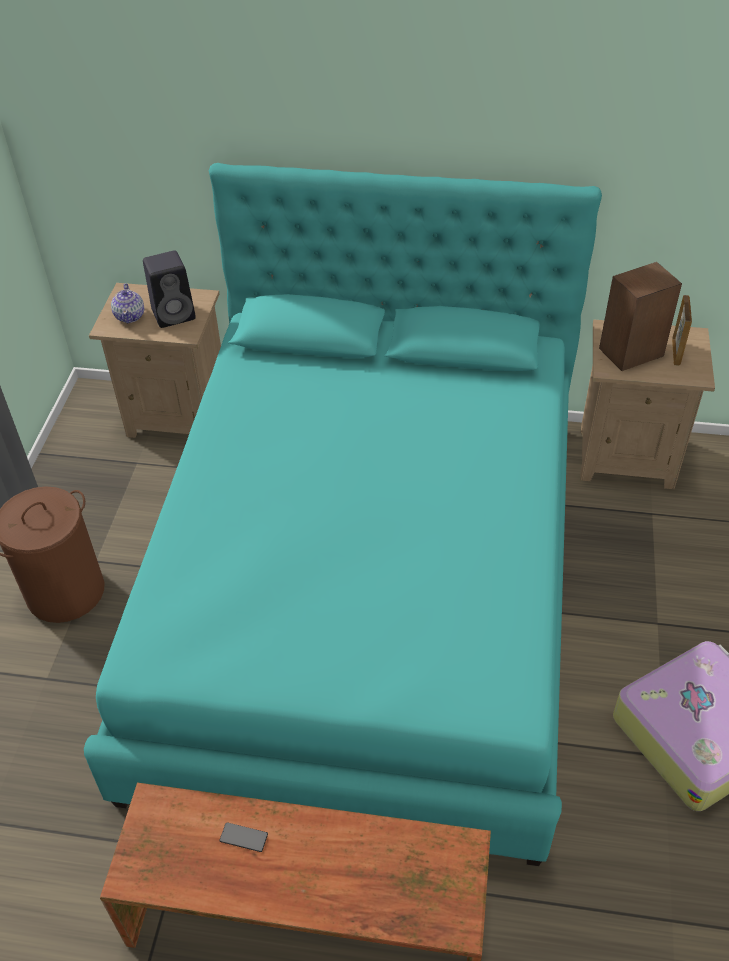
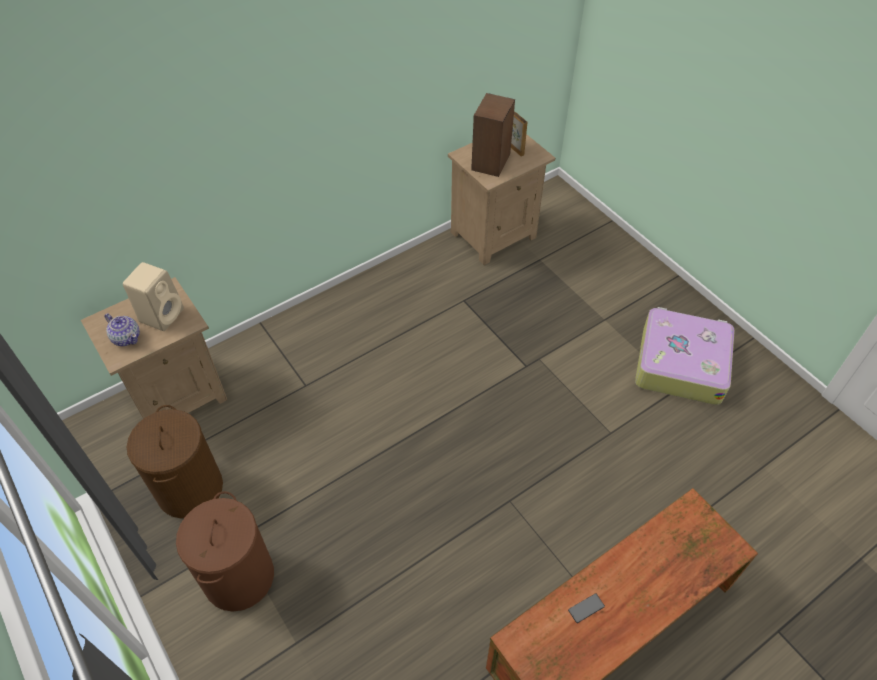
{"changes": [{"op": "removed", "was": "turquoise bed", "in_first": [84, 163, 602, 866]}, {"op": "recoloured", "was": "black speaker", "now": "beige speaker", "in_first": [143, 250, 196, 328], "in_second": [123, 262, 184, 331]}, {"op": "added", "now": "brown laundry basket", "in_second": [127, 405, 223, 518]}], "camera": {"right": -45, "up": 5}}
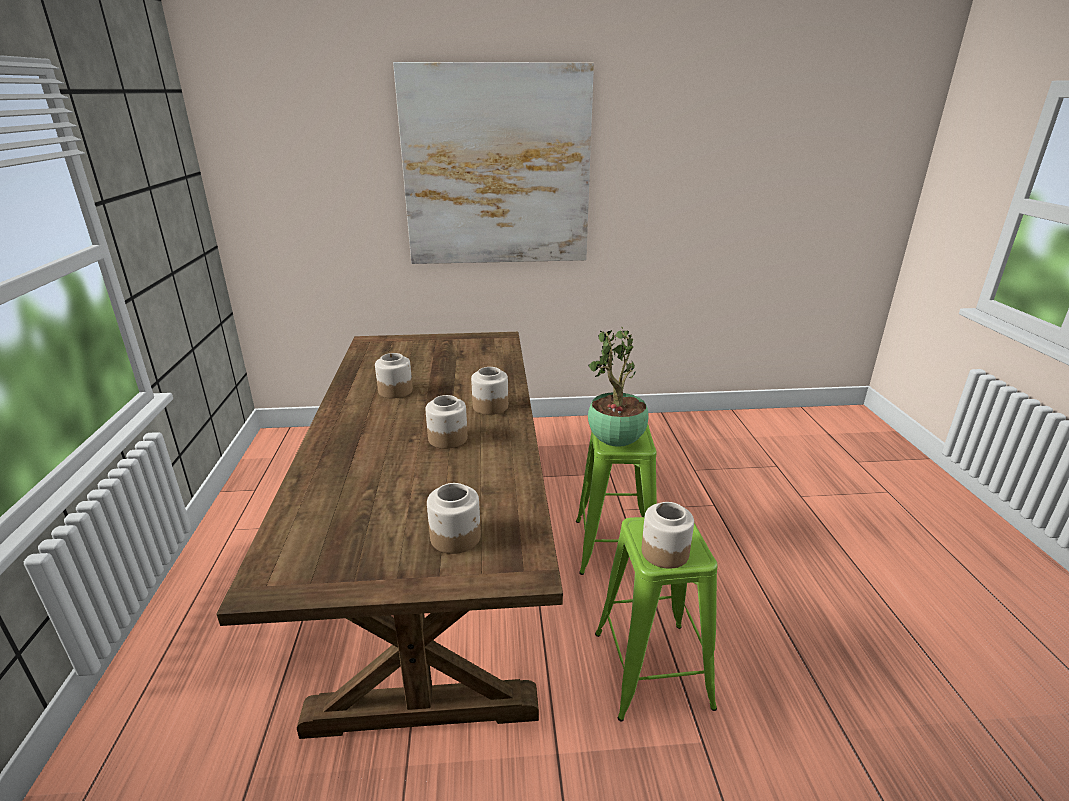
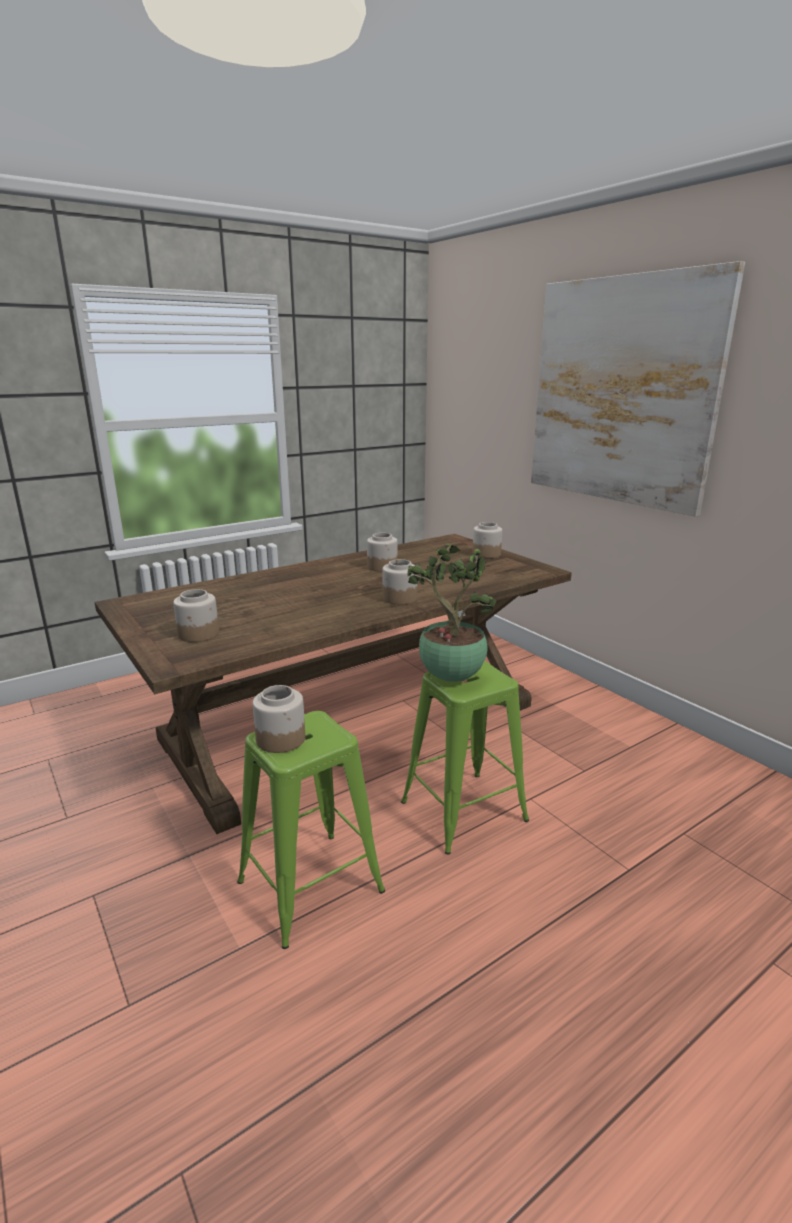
{"changes": [{"op": "moved", "was": "jar", "in_first": [426, 395, 468, 449], "in_second": [472, 522, 502, 558]}], "camera": {"right": 60, "up": -5}}
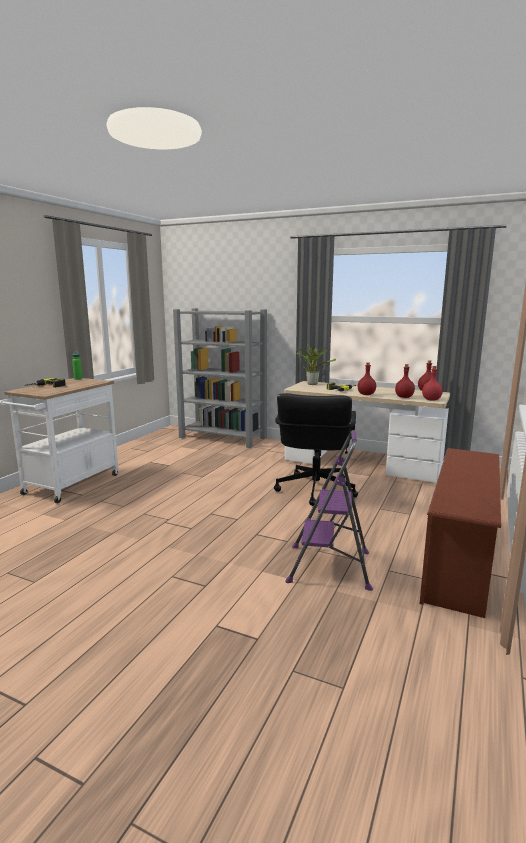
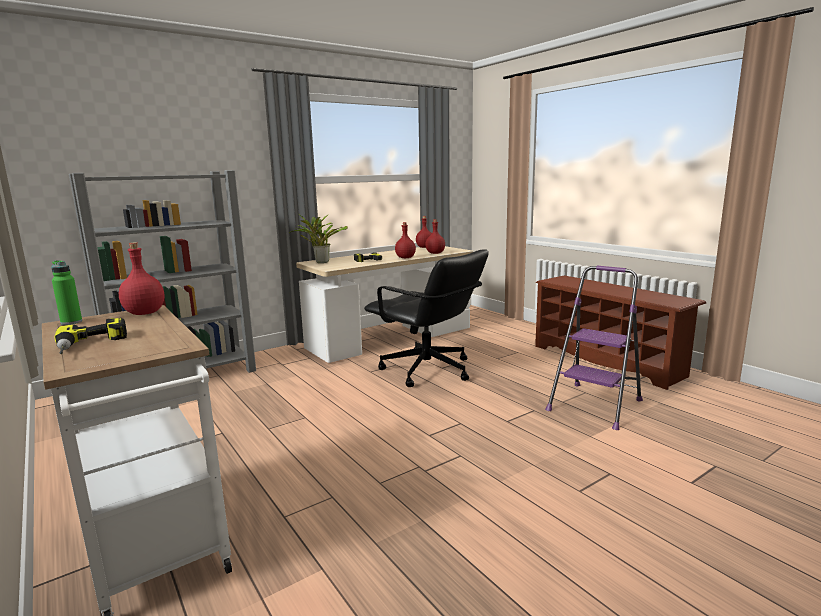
{"changes": [{"op": "moved", "was": "red bottle", "in_first": [422, 366, 443, 401], "in_second": [119, 242, 164, 315]}], "camera": {"right": -60, "up": 0}}
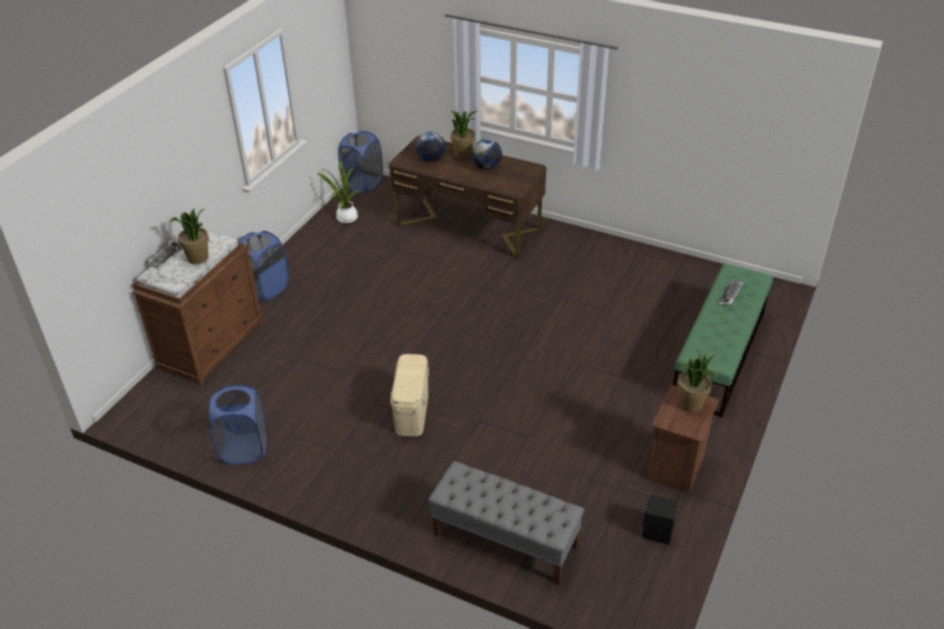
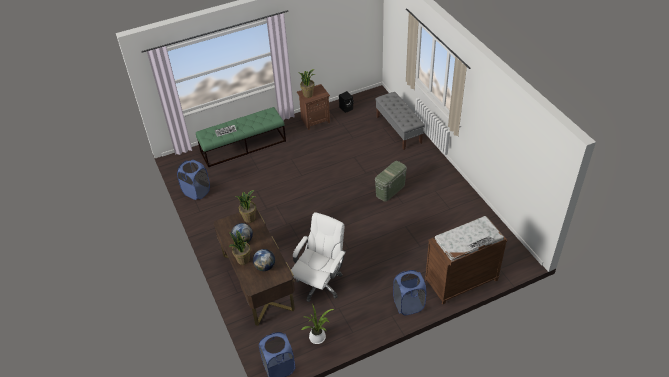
{"changes": [{"op": "moved", "was": "potted plant", "in_first": [170, 208, 209, 264], "in_second": [235, 190, 256, 223]}, {"op": "recoloured", "was": "beige storage box", "now": "green storage box", "in_first": [390, 354, 429, 436], "in_second": [375, 161, 407, 202]}, {"op": "moved", "was": "blue laundry basket", "in_first": [209, 384, 267, 465], "in_second": [177, 160, 210, 200]}, {"op": "added", "now": "white office chair", "in_second": [291, 212, 346, 302]}], "camera": {"right": -140, "up": 5}}
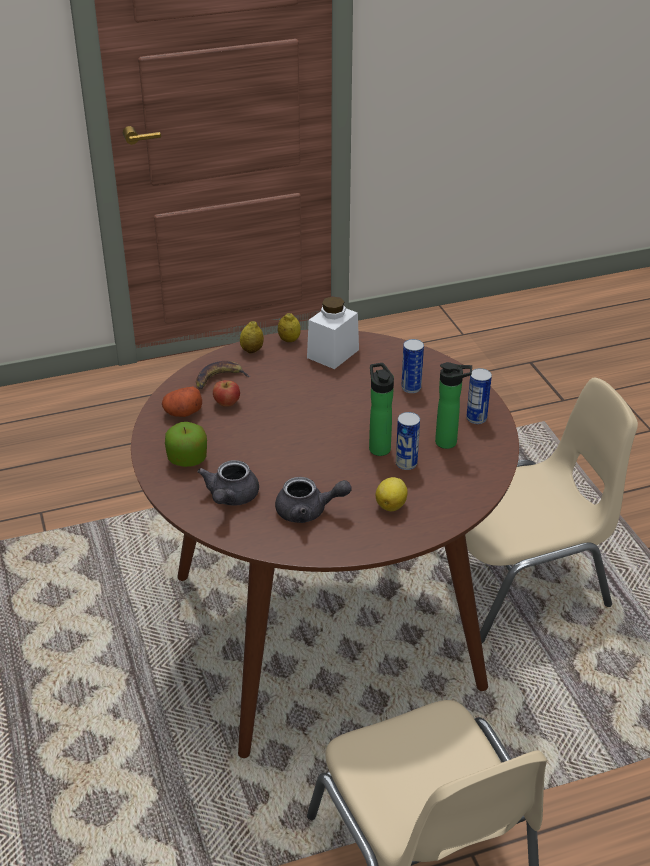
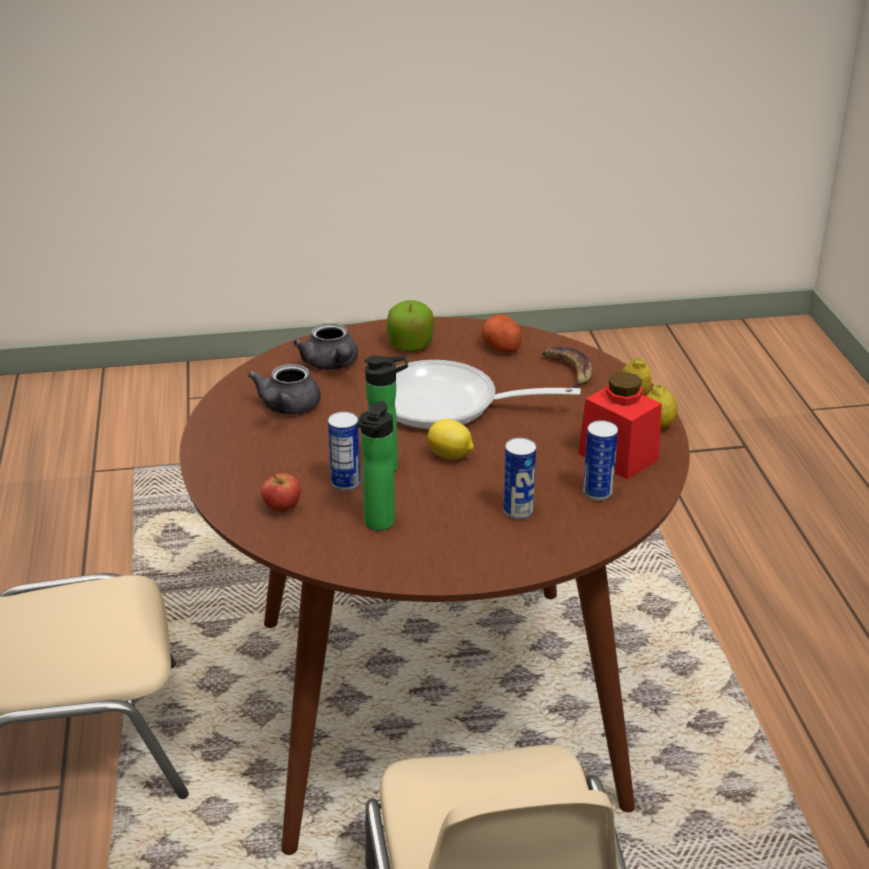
{"changes": [{"op": "recoloured", "was": "white jar", "now": "red jar", "in_first": [307, 296, 359, 369], "in_second": [578, 372, 662, 479]}, {"op": "moved", "was": "can", "in_first": [466, 368, 492, 424], "in_second": [583, 420, 618, 501]}, {"op": "moved", "was": "apple", "in_first": [213, 380, 240, 407], "in_second": [261, 473, 301, 513]}, {"op": "turned", "was": "grey teapot", "in_first": [197, 460, 259, 506], "in_second": [293, 323, 358, 370], "clockwise": -135}, {"op": "moved", "was": "lemon", "in_first": [375, 477, 408, 511], "in_second": [427, 419, 474, 460]}, {"op": "added", "now": "frying pan", "in_second": [395, 360, 581, 429]}], "camera": {"right": 100, "up": -5}}
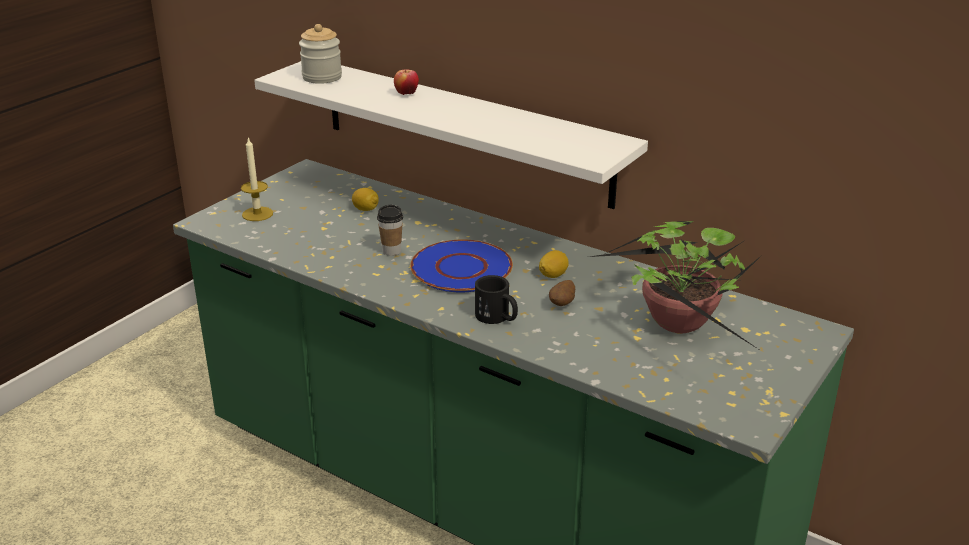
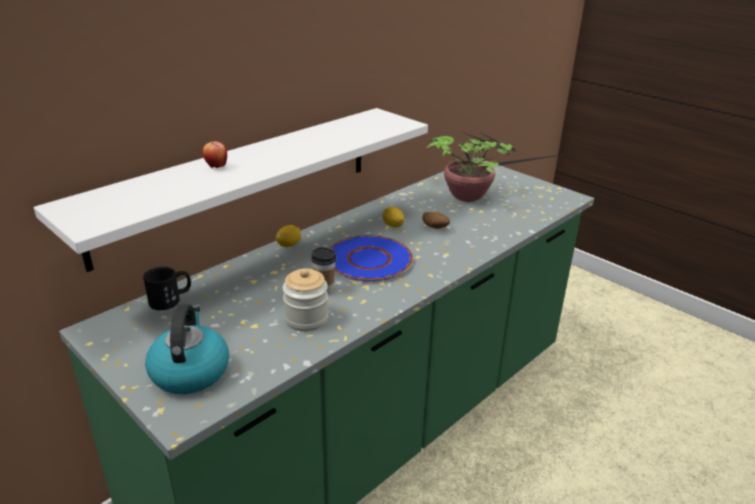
{"changes": [{"op": "moved", "was": "jar", "in_first": [299, 24, 342, 84], "in_second": [282, 268, 328, 332]}, {"op": "replaced", "was": "candle", "now": "kettle", "in_first": [241, 138, 273, 221], "in_second": [145, 304, 229, 394]}, {"op": "moved", "was": "lemon", "in_first": [352, 188, 379, 211], "in_second": [276, 225, 301, 247]}, {"op": "moved", "was": "black mug", "in_first": [475, 275, 518, 324], "in_second": [143, 267, 191, 310]}], "camera": {"right": -80, "up": 0}}
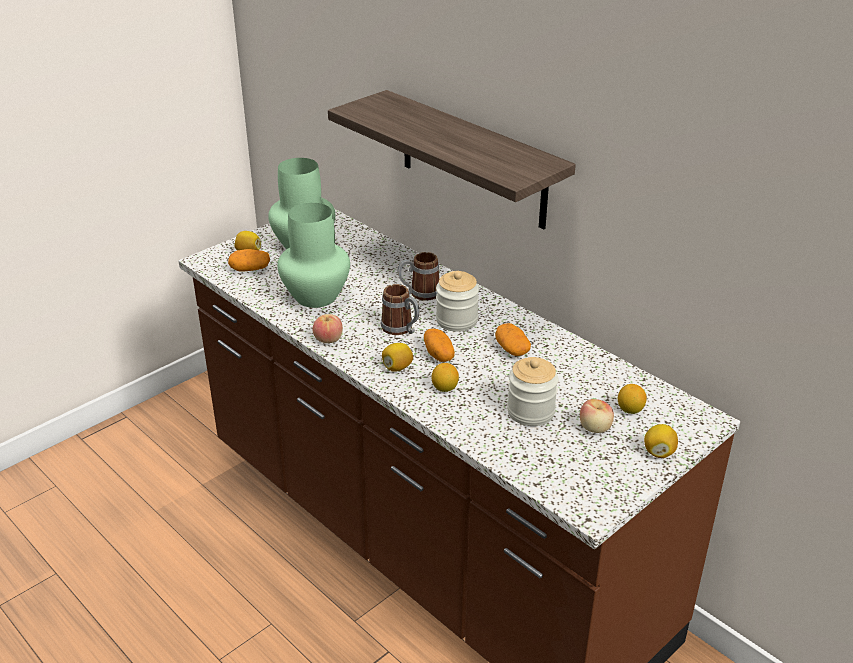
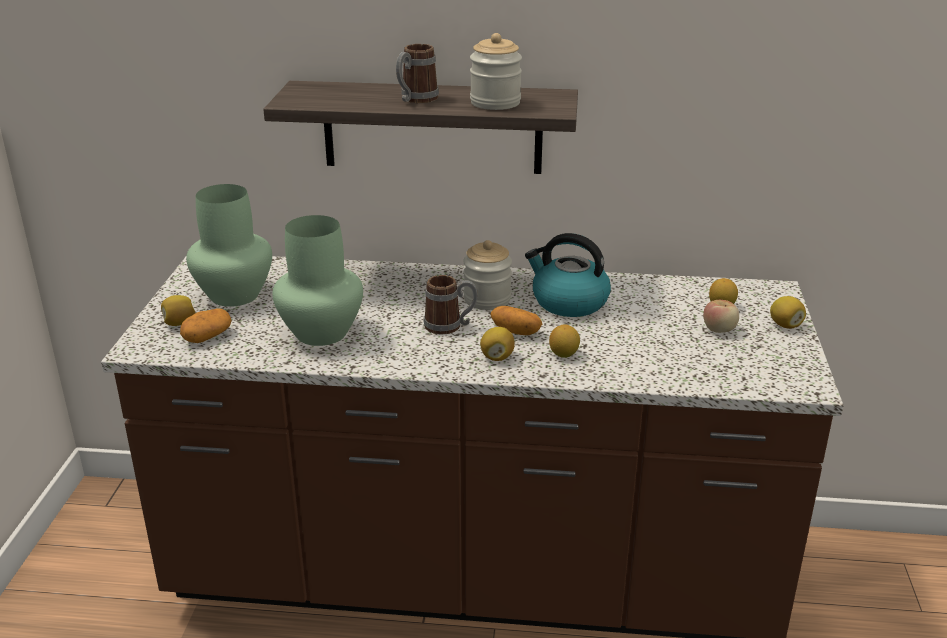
{"changes": [{"op": "moved", "was": "mug", "in_first": [397, 252, 439, 301], "in_second": [396, 44, 439, 103]}, {"op": "removed", "was": "apple", "in_first": [313, 314, 343, 343]}, {"op": "replaced", "was": "potato", "now": "kettle", "in_first": [495, 323, 531, 356], "in_second": [525, 233, 611, 317]}, {"op": "moved", "was": "jar", "in_first": [507, 357, 558, 426], "in_second": [470, 33, 522, 110]}], "camera": {"right": -40, "up": -5}}
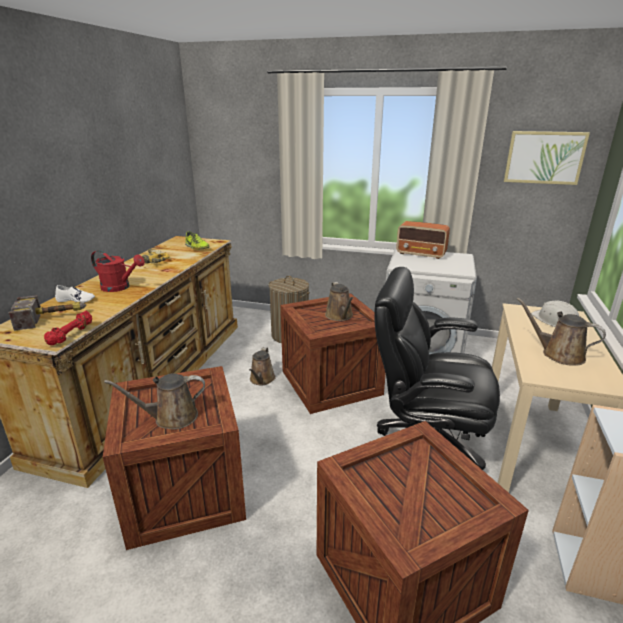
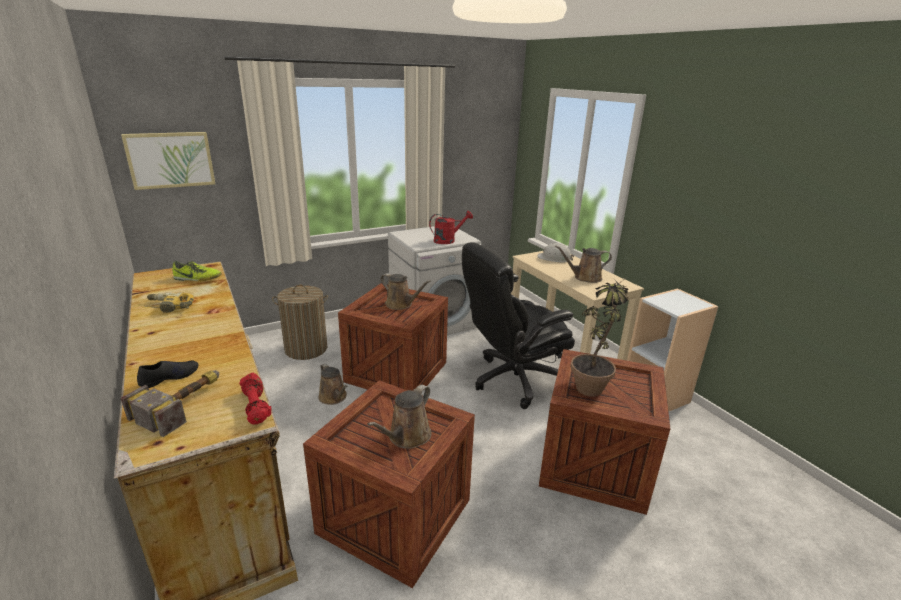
{"changes": [{"op": "moved", "was": "picture", "in_first": [504, 131, 590, 185], "in_second": [121, 132, 215, 190]}, {"op": "removed", "was": "radio", "in_first": [396, 221, 450, 259]}, {"op": "moved", "was": "red watering can", "in_first": [91, 250, 145, 292], "in_second": [429, 211, 473, 244]}, {"op": "recoloured", "was": "white shoe", "now": "black shoe", "in_first": [55, 285, 95, 303], "in_second": [137, 360, 199, 388]}, {"op": "added", "now": "potted plant", "in_second": [570, 276, 629, 397]}], "camera": {"right": -45, "up": 0}}
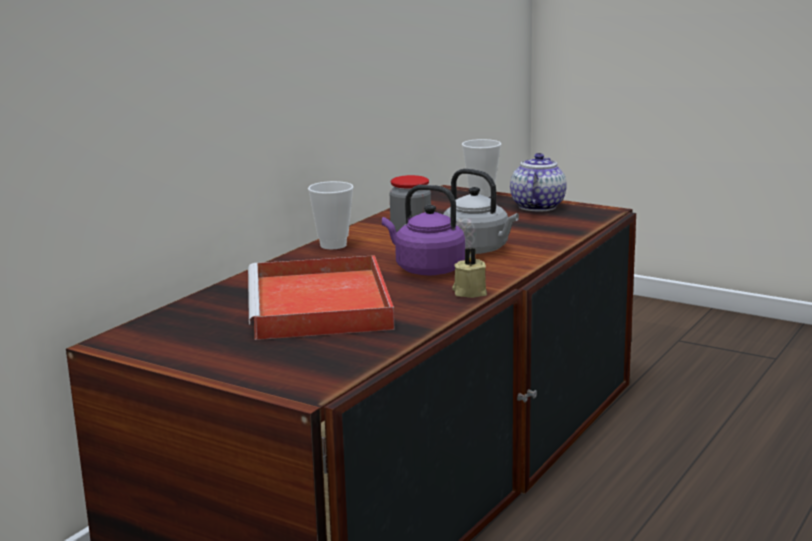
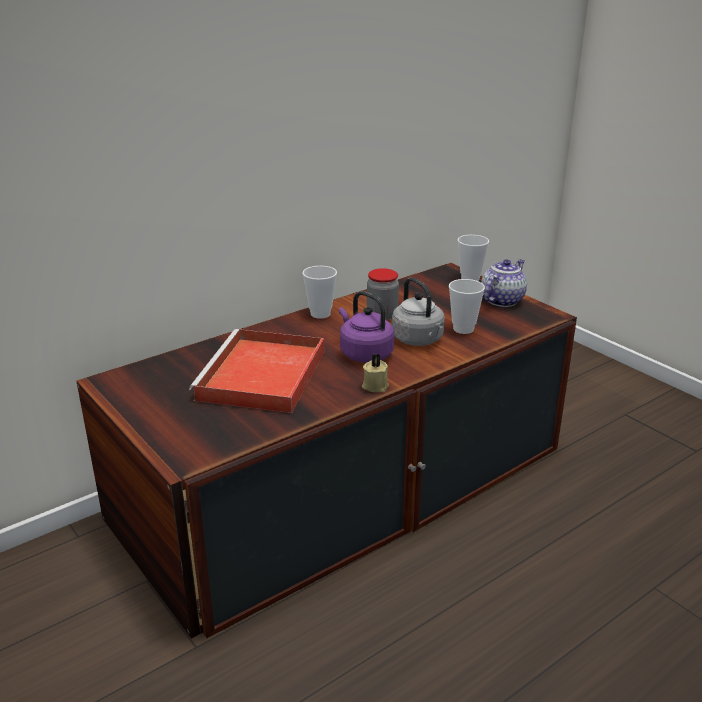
{"changes": [{"op": "added", "now": "cup", "in_second": [449, 279, 485, 334]}], "camera": {"right": 20, "up": 10}}
